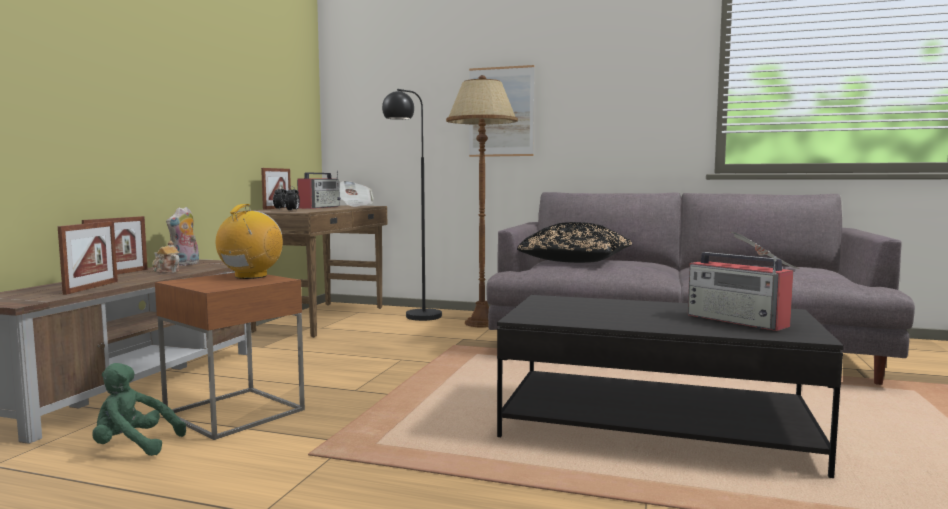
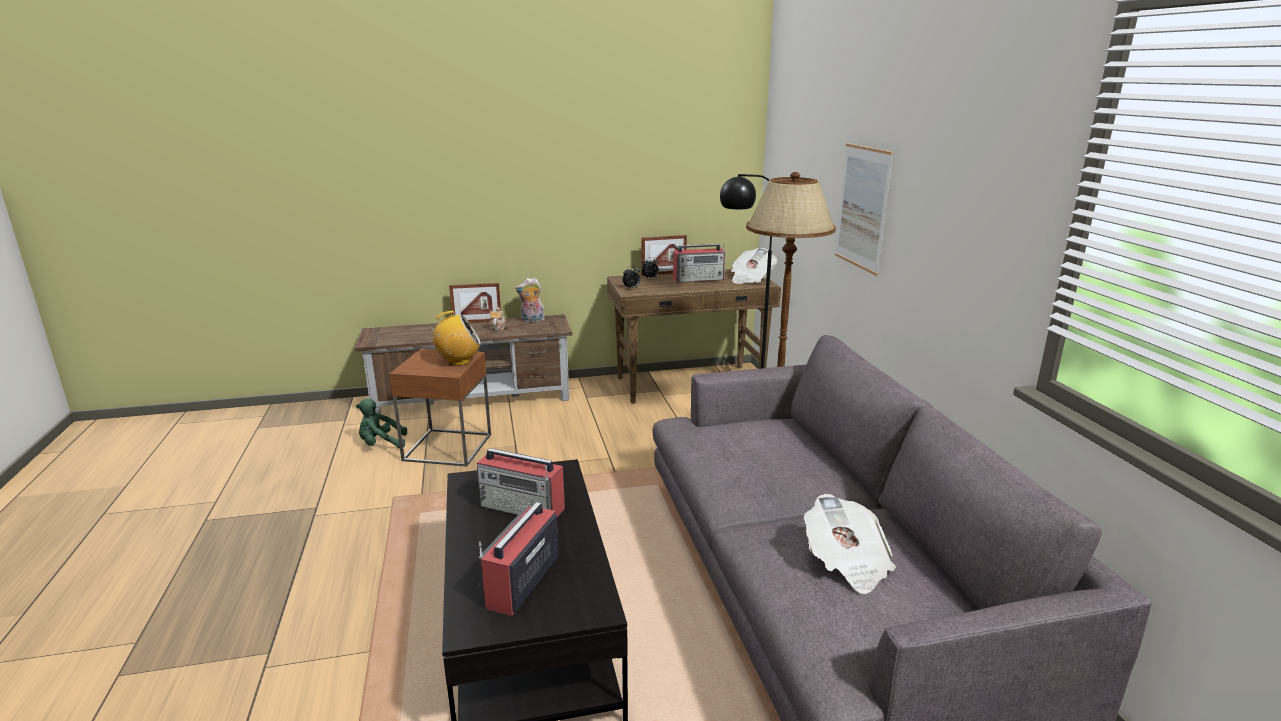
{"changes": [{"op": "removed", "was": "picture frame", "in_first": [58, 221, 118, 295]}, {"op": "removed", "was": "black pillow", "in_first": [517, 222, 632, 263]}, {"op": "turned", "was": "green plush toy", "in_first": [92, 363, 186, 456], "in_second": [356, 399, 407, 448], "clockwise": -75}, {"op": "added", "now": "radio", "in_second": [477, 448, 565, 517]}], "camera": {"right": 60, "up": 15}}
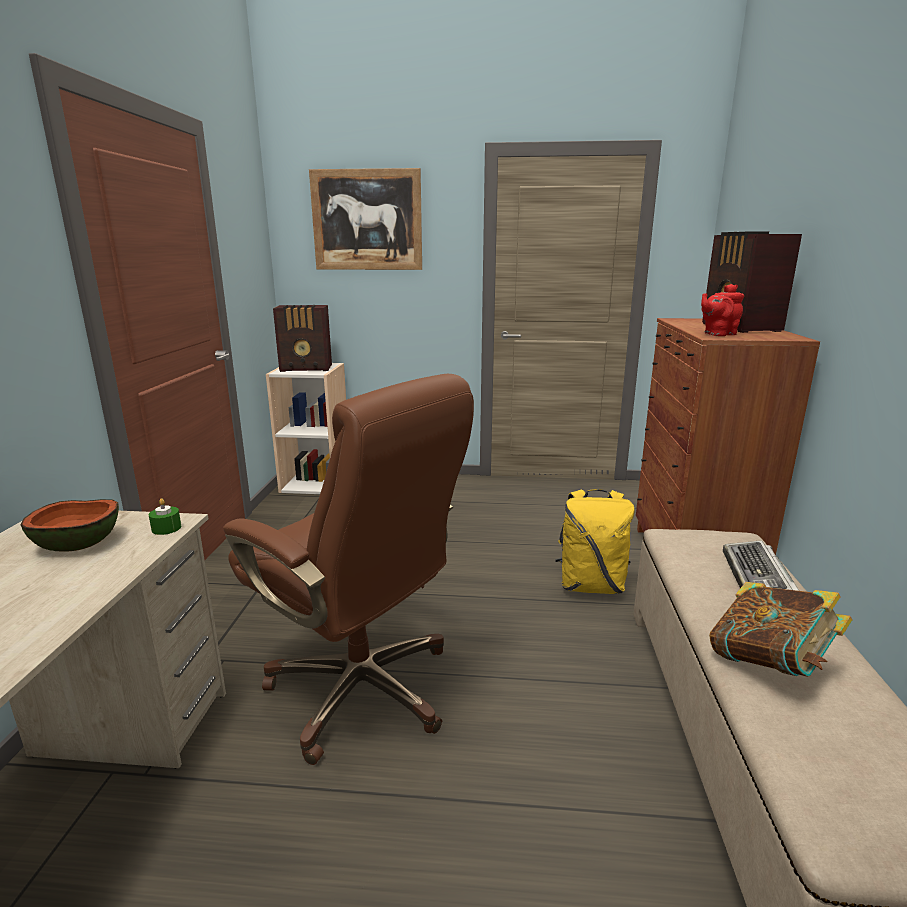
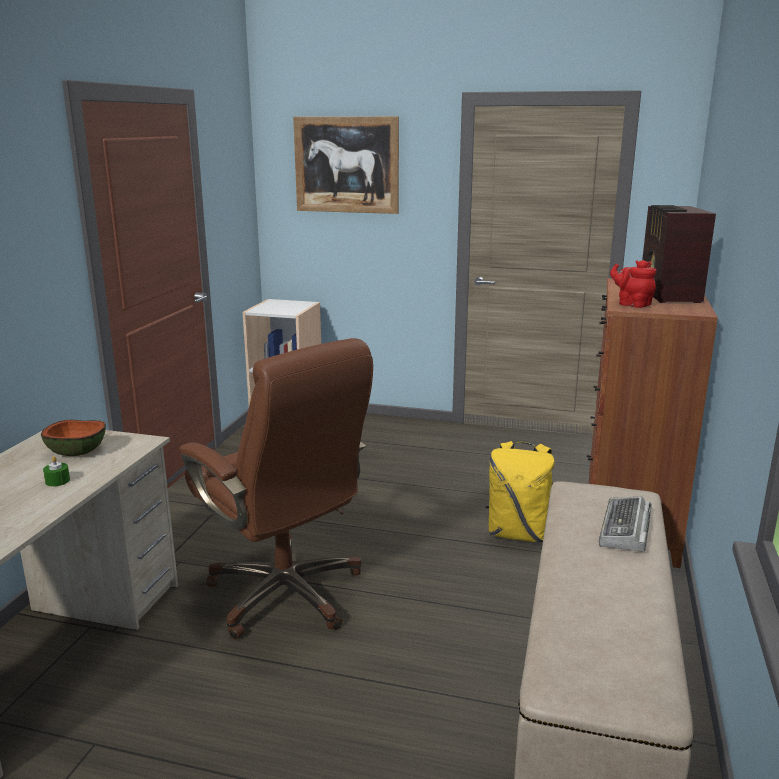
{"changes": [{"op": "turned", "was": "red teapot", "in_first": [701, 284, 744, 336], "in_second": [610, 260, 657, 308], "clockwise": 60}, {"op": "removed", "was": "radio", "in_first": [273, 305, 332, 372]}, {"op": "moved", "was": "green candle", "in_first": [149, 498, 181, 535], "in_second": [43, 456, 70, 487]}, {"op": "removed", "was": "book", "in_first": [709, 582, 852, 677]}], "camera": {"right": 10, "up": 0}}
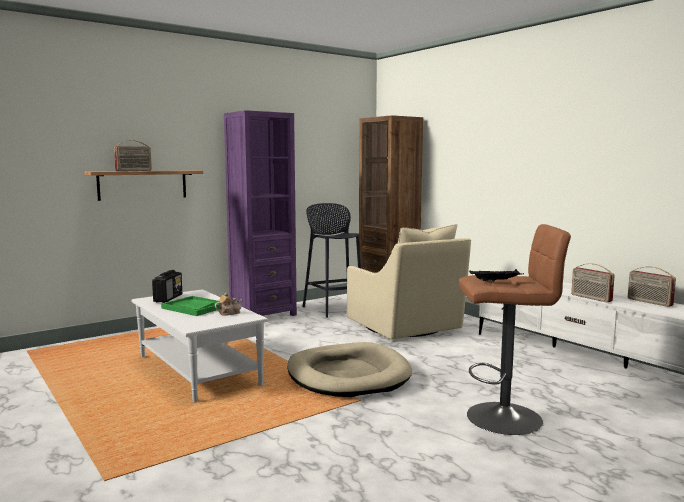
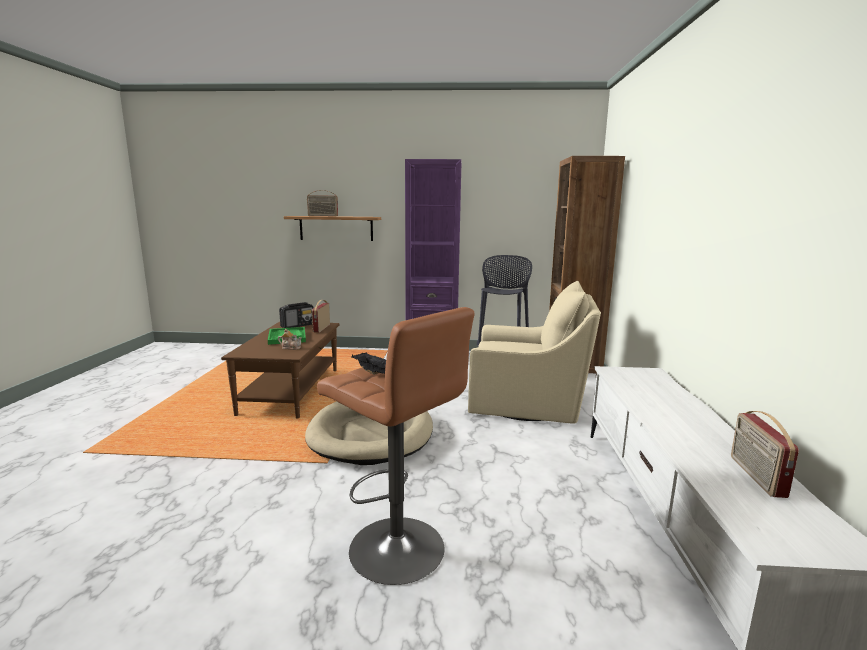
{"changes": [{"op": "turned", "was": "beige armchair", "in_first": [347, 224, 471, 339], "in_second": [468, 281, 601, 424], "clockwise": -90}, {"op": "moved", "was": "radio", "in_first": [571, 263, 615, 302], "in_second": [311, 300, 330, 333]}, {"op": "recoloured", "was": "white coffee table", "now": "brown coffee table", "in_first": [132, 289, 268, 402], "in_second": [221, 322, 340, 418]}], "camera": {"right": 40, "up": 5}}
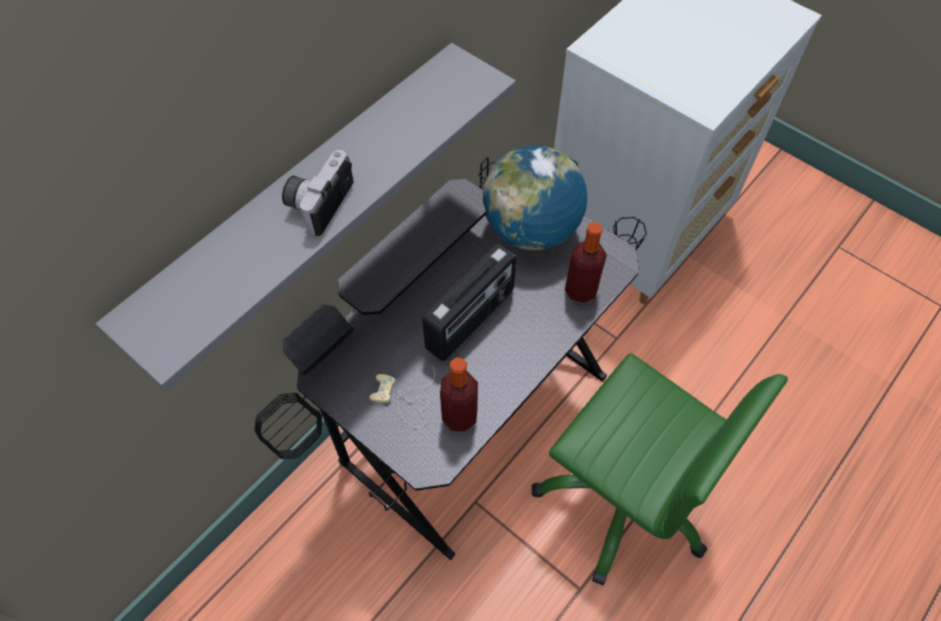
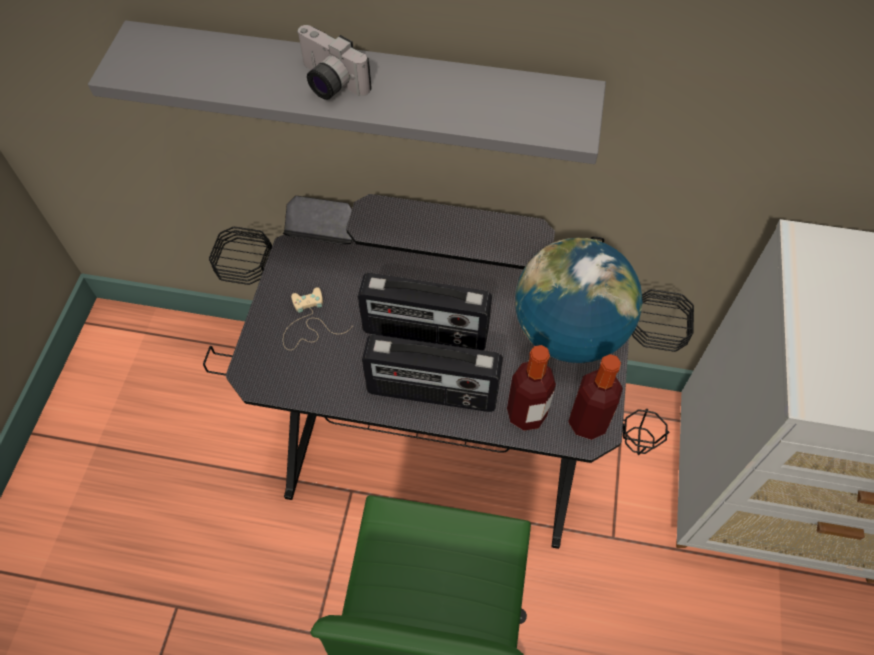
{"changes": [{"op": "turned", "was": "photo camera", "in_first": [282, 150, 354, 236], "in_second": [297, 25, 372, 100], "clockwise": -135}, {"op": "moved", "was": "bottle", "in_first": [440, 357, 478, 432], "in_second": [568, 354, 623, 440]}, {"op": "added", "now": "radio", "in_second": [362, 335, 503, 412]}], "camera": {"right": 60, "up": 0}}
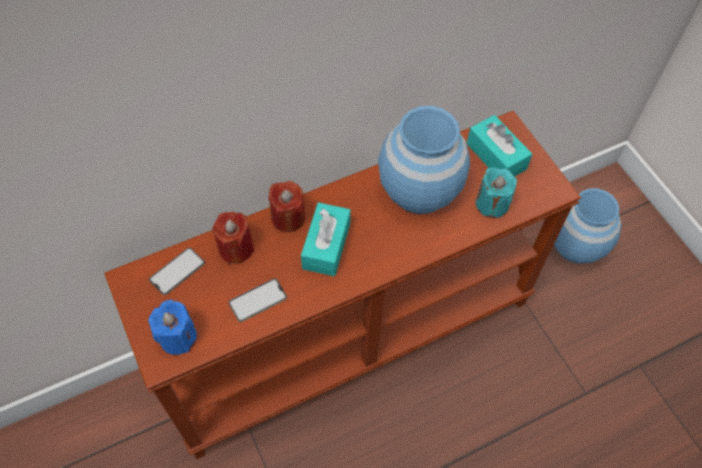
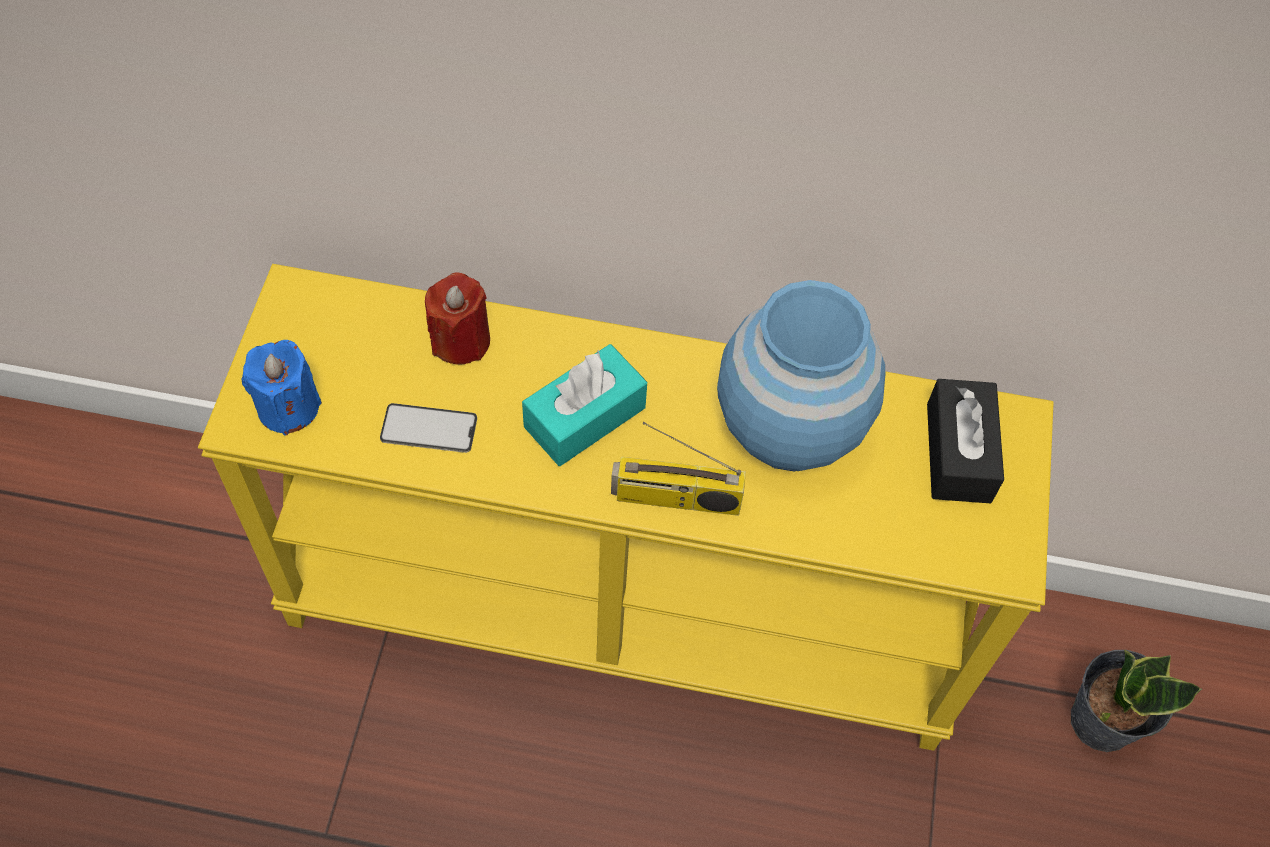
{"changes": [{"op": "recoloured", "was": "brown console table", "now": "yellow console table", "in_first": [104, 110, 581, 459], "in_second": [198, 264, 1054, 751]}, {"op": "recoloured", "was": "turquoise tissue box", "now": "black tissue box", "in_first": [467, 115, 532, 177], "in_second": [927, 379, 1004, 503]}, {"op": "removed", "was": "turquoise candle", "in_first": [476, 167, 517, 218]}, {"op": "removed", "was": "red candle", "in_first": [268, 181, 305, 232]}, {"op": "replaced", "was": "blue vase", "now": "potted plant", "in_first": [554, 188, 622, 263], "in_second": [1071, 650, 1202, 752]}, {"op": "removed", "was": "phone", "in_first": [149, 247, 205, 295]}, {"op": "added", "now": "radio", "in_second": [611, 422, 746, 516]}], "camera": {"right": 35, "up": 0}}
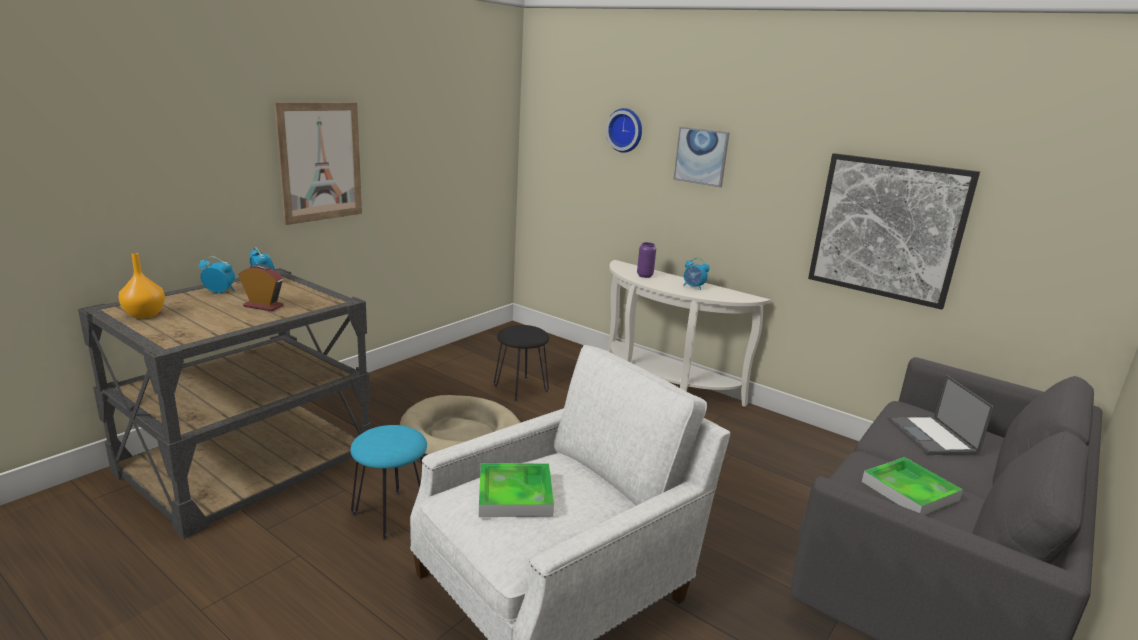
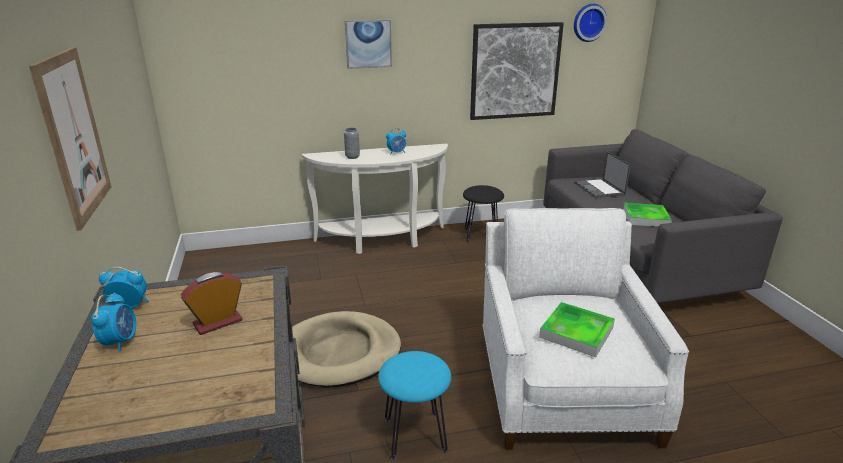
{"changes": [{"op": "moved", "was": "wall clock", "in_first": [606, 108, 642, 153], "in_second": [574, 4, 607, 42]}, {"op": "recoloured", "was": "purple vase", "now": "grey vase", "in_first": [637, 242, 656, 278], "in_second": [344, 128, 360, 159]}, {"op": "removed", "was": "orange vase", "in_first": [119, 253, 165, 319]}, {"op": "turned", "was": "alarm clock", "in_first": [199, 256, 235, 293], "in_second": [91, 292, 136, 352], "clockwise": 135}, {"op": "moved", "was": "black stool", "in_first": [494, 325, 549, 401], "in_second": [463, 185, 504, 243]}, {"op": "turned", "was": "laptop", "in_first": [887, 375, 994, 455], "in_second": [574, 152, 631, 198], "clockwise": 45}], "camera": {"right": -50, "up": 5}}
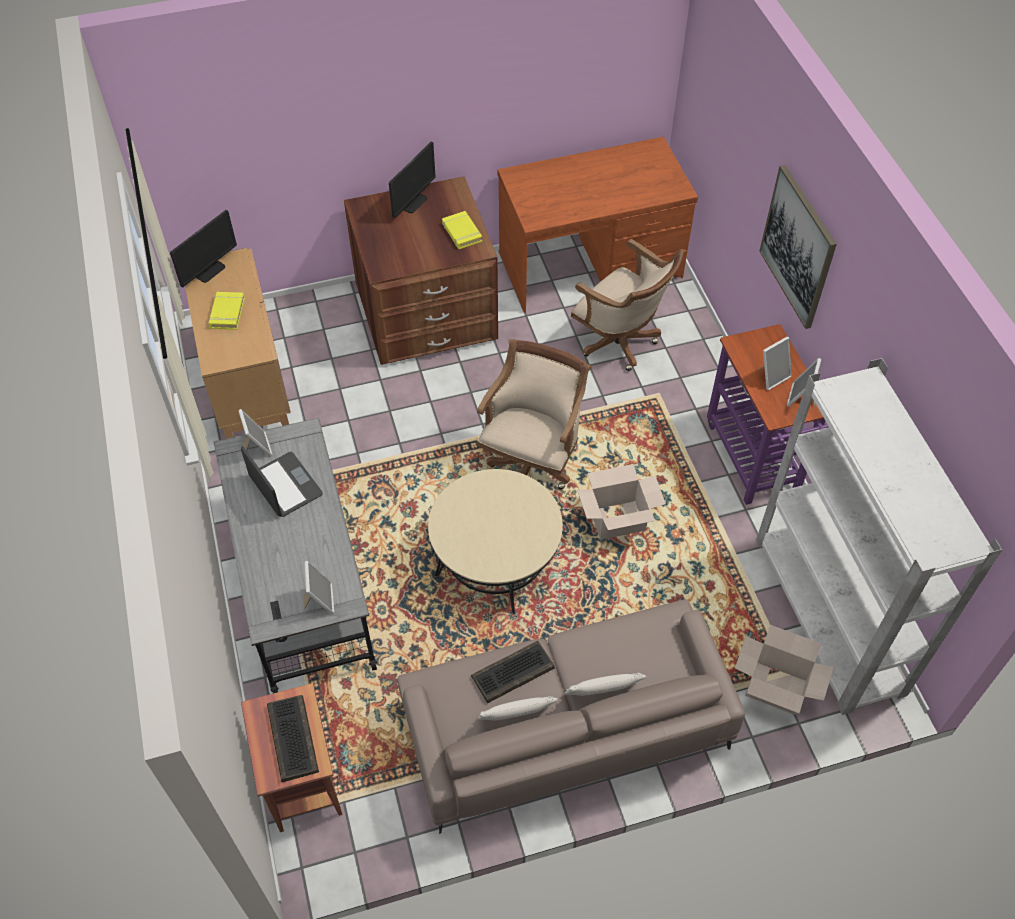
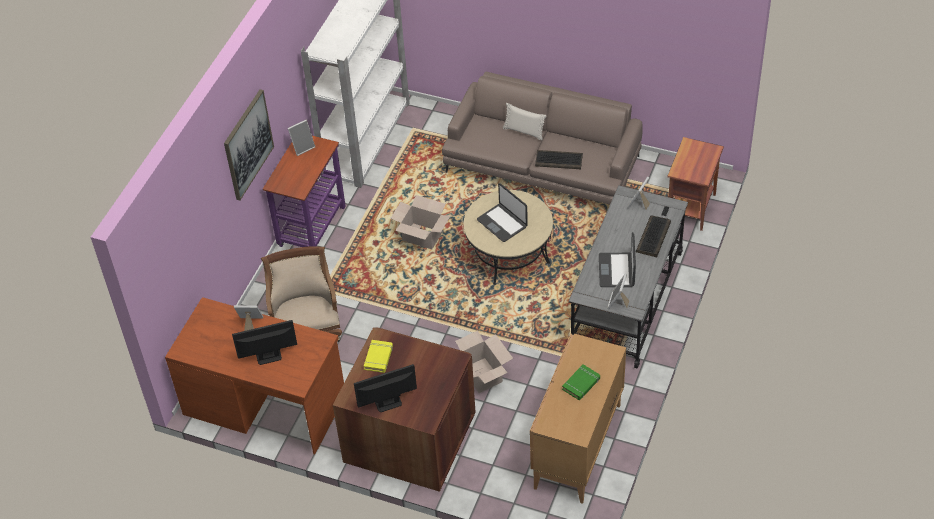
{"changes": [{"op": "moved", "was": "monitor", "in_first": [170, 210, 237, 288], "in_second": [232, 320, 297, 365]}, {"op": "recoloured", "was": "yellow book", "now": "green book", "in_first": [209, 292, 245, 330], "in_second": [562, 364, 600, 400]}, {"op": "moved", "was": "picture frame", "in_first": [757, 336, 792, 390], "in_second": [234, 305, 263, 331]}, {"op": "removed", "was": "office chair", "in_first": [477, 339, 592, 490]}, {"op": "moved", "was": "cardboard box", "in_first": [735, 625, 834, 715], "in_second": [455, 331, 513, 393]}, {"op": "moved", "was": "keyboard", "in_first": [267, 695, 319, 782], "in_second": [636, 216, 671, 257]}, {"op": "removed", "was": "white pillow", "in_first": [478, 696, 558, 720]}, {"op": "added", "now": "laptop", "in_second": [477, 183, 528, 242]}], "camera": {"right": -140, "up": -5}}
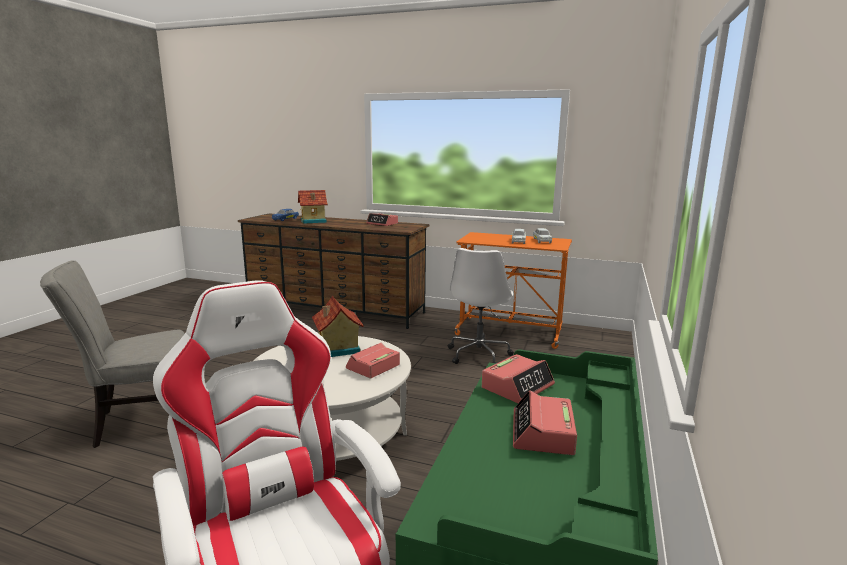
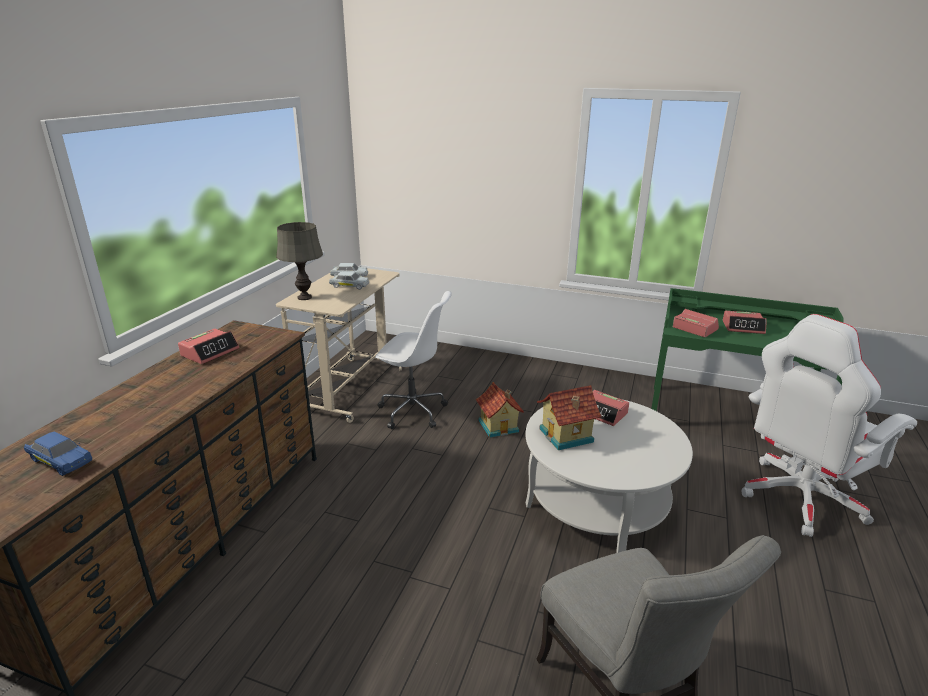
{"changes": [{"op": "moved", "was": "toy house", "in_first": [298, 190, 328, 224], "in_second": [476, 382, 524, 438]}, {"op": "recoloured", "was": "orange desk", "now": "beige desk", "in_first": [454, 232, 572, 349], "in_second": [276, 268, 402, 423]}, {"op": "added", "now": "grey table lamp", "in_second": [276, 222, 323, 300]}], "camera": {"right": -90, "up": 10}}
